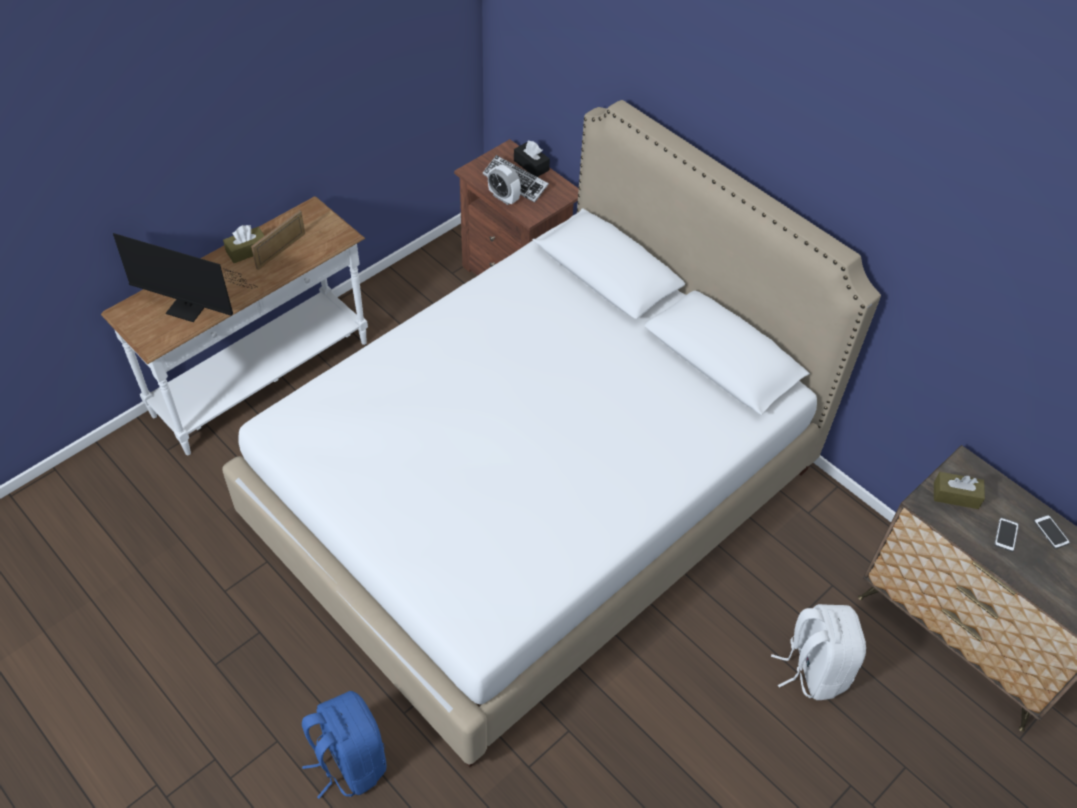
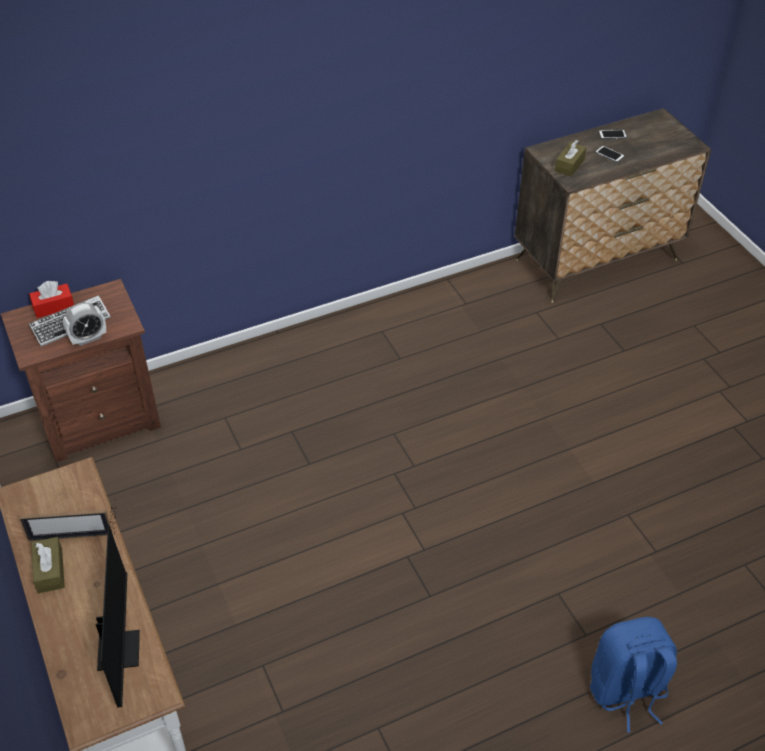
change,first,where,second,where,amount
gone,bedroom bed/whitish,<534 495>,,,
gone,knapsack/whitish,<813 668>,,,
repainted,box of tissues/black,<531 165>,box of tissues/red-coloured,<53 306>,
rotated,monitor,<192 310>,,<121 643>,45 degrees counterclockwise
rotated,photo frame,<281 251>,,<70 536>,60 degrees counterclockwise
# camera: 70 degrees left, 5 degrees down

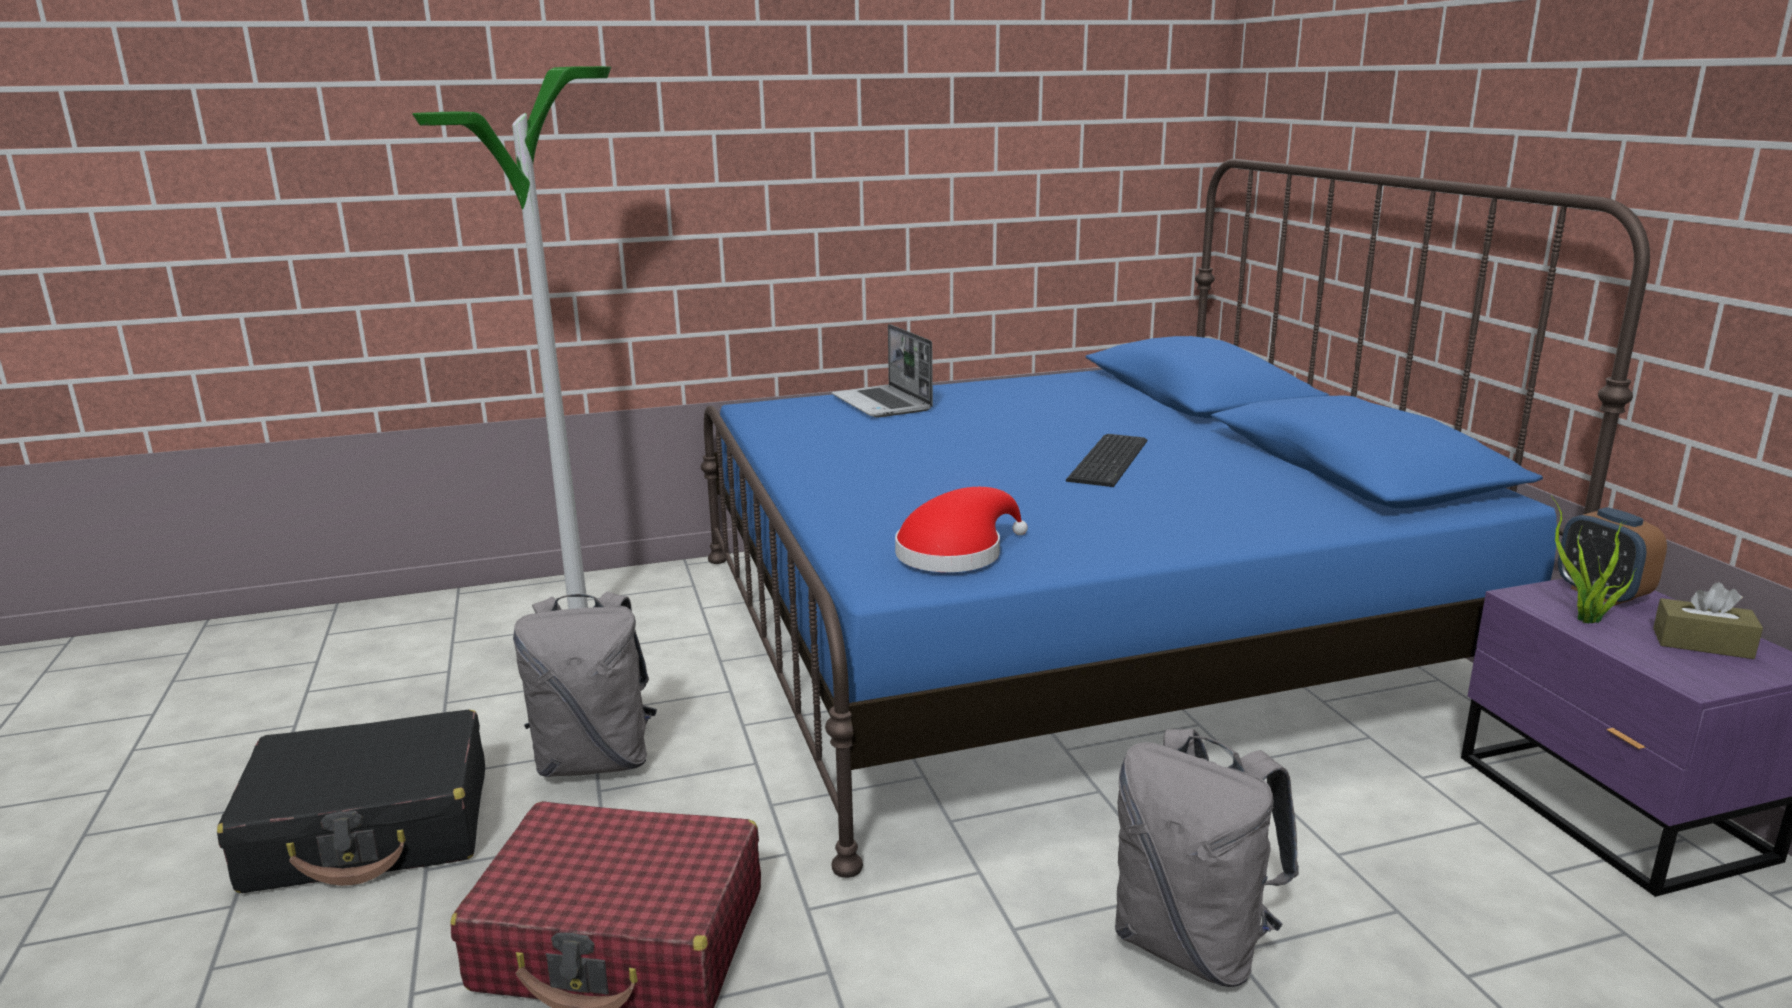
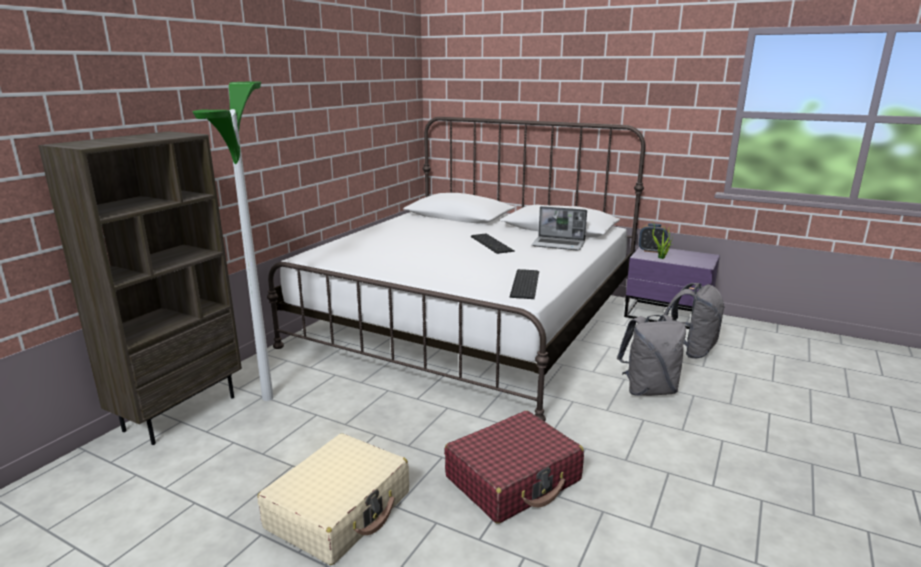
change,first,where,second,where,amount
gone,box of tissues/brown-coloured,<1702 643>,,,
new,,,bookcase/brown-coloured,<180 412>,
shifted,knapsack/grey,<595 761>,,<690 351>,
shifted,portable computer,<883 404>,,<559 244>,
swapped,clothing hat/red-coloured,<955 553>,keyboard,<523 284>,
repainted,suitcase/black,<371 829>,suitcase/sand-coloured,<339 510>,
repainted,bedroom bed/blue-coloured,<1068 630>,bedroom bed/whitish,<468 322>,
# camera: 45 degrees left, 0 degrees up

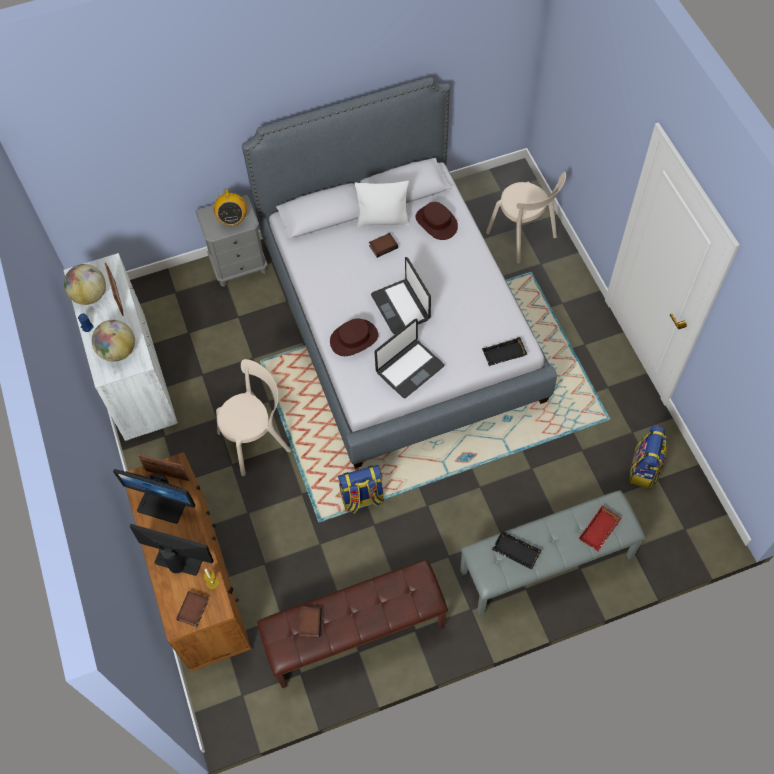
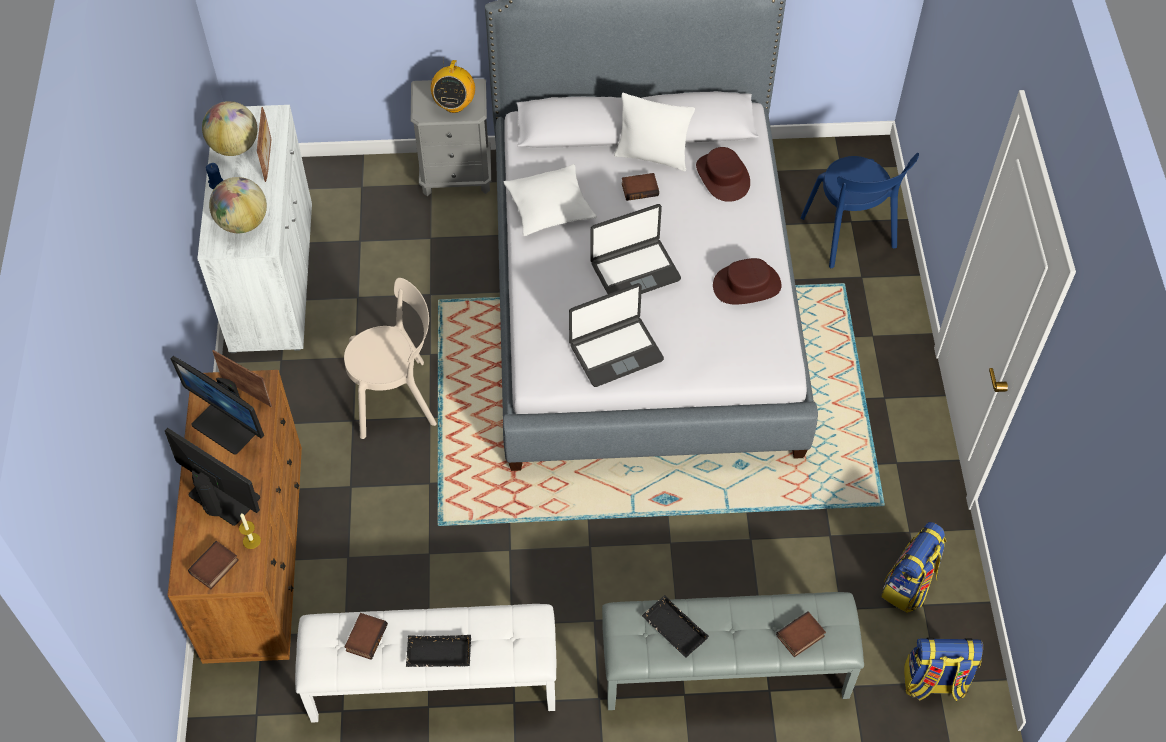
change,first,where,second,where,amount
new,,,throw pillow/whitish,<549 207>,
shifted,clothing hat/brown-coloured,<354 339>,,<747 286>,
shifted,knapsack,<362 499>,,<934 682>,
shifted,serving tray/black,<504 355>,,<438 655>,
swapped,serving tray/red-coloured,<600 531>,volume,<800 637>,
repainted,indoor bench/brown-coloured,<355 634>,indoor bench/whitish,<433 683>,
repainted,plain chair/sand-coloured,<523 237>,plain chair/blue-coloured,<850 236>,
rotated,portable computer,<401 307>,,<634 270>,105 degrees counterclockwise
# camera: 15 degrees right, 5 degrees down

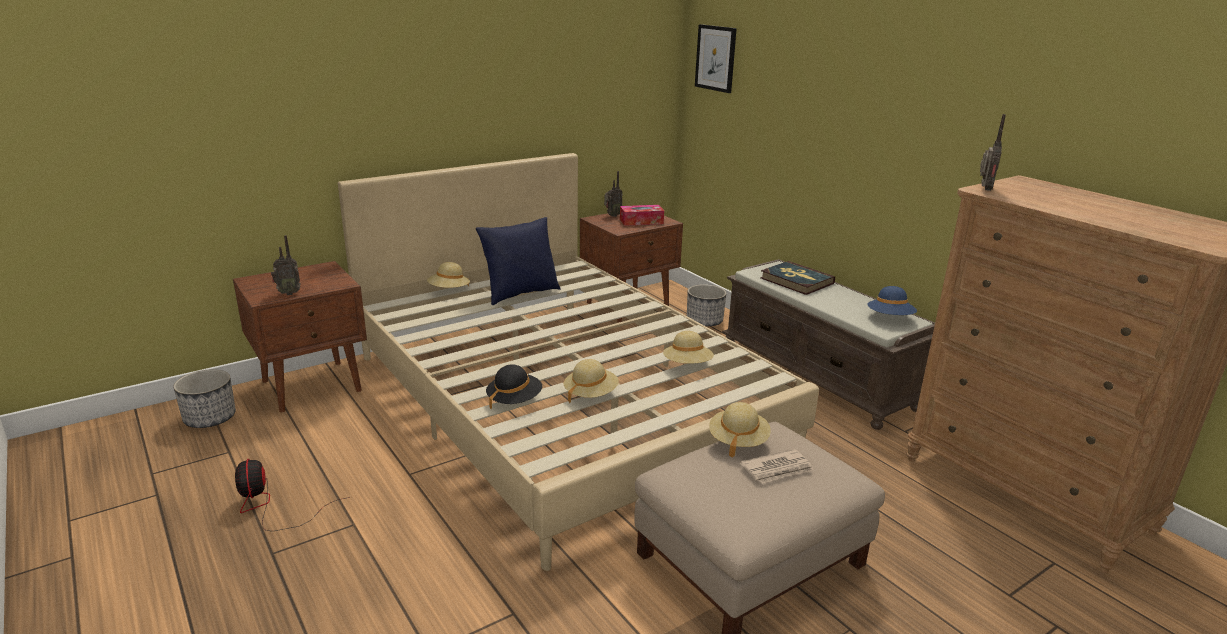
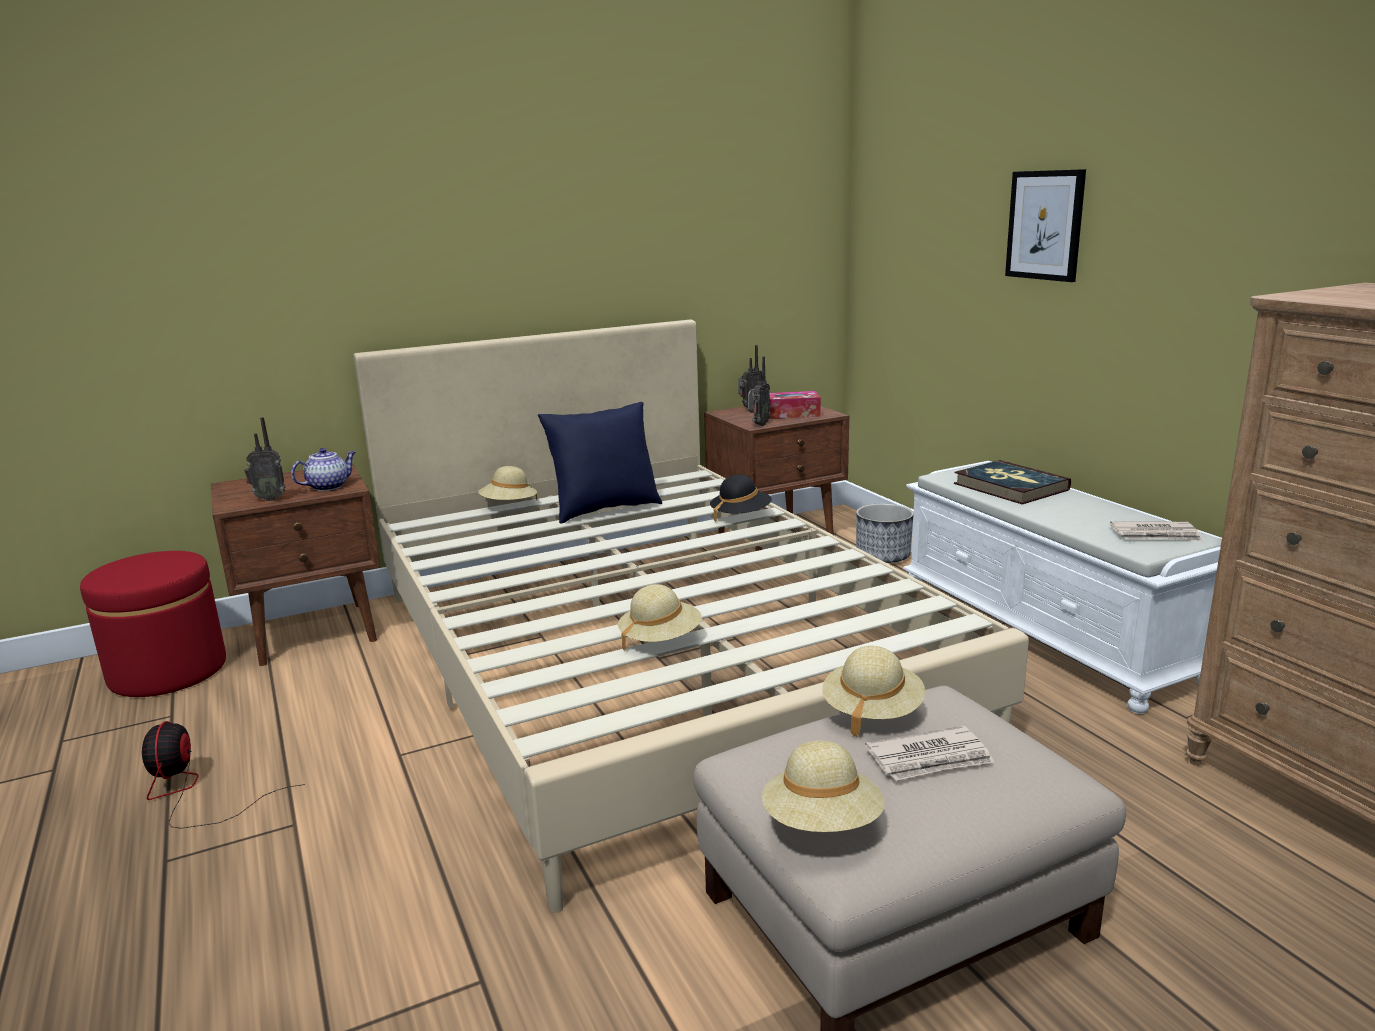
change,first,where,second,where,amount
new,,,pot for tea,<328 486>,
shifted,clothing hat/black,<514 400>,,<740 516>,
shifted,clothing hat/sand-coloured,<687 365>,,<822 824>,
shifted,wall picture,<715 58>,,<1045 225>,
shifted,radio receiver,<984 189>,,<758 425>,
swapped,plant pot,<210 418>,footrest/red-coloured,<168 671>,
swapped,clothing hat/blue-coloured,<890 318>,daily paper,<1155 535>,
repainted,indoor bench/brown-coloured,<818 375>,indoor bench/whitish,<1048 632>,
# camera: 10 degrees right, 5 degrees down

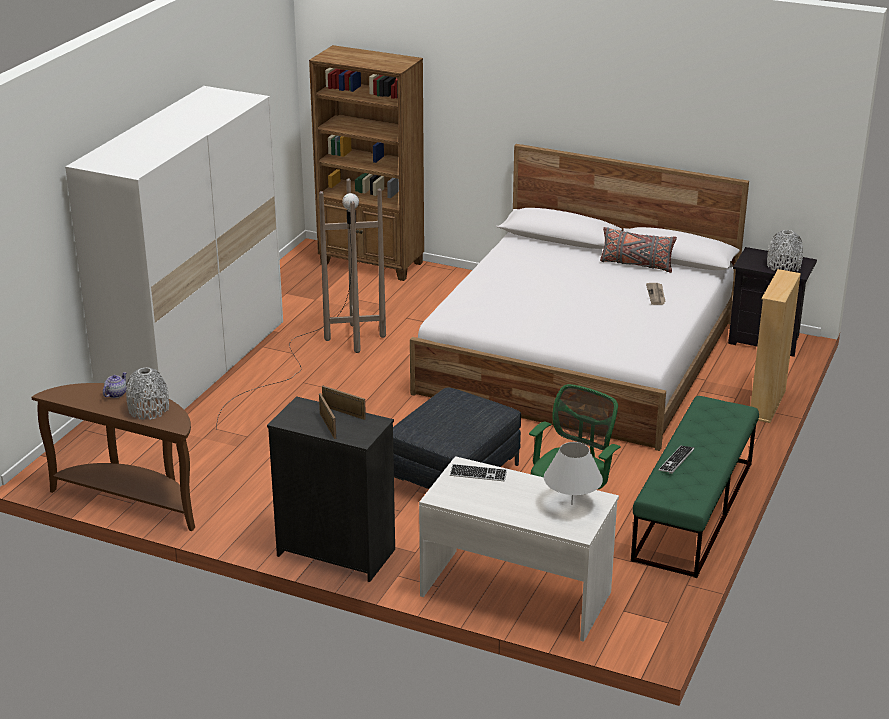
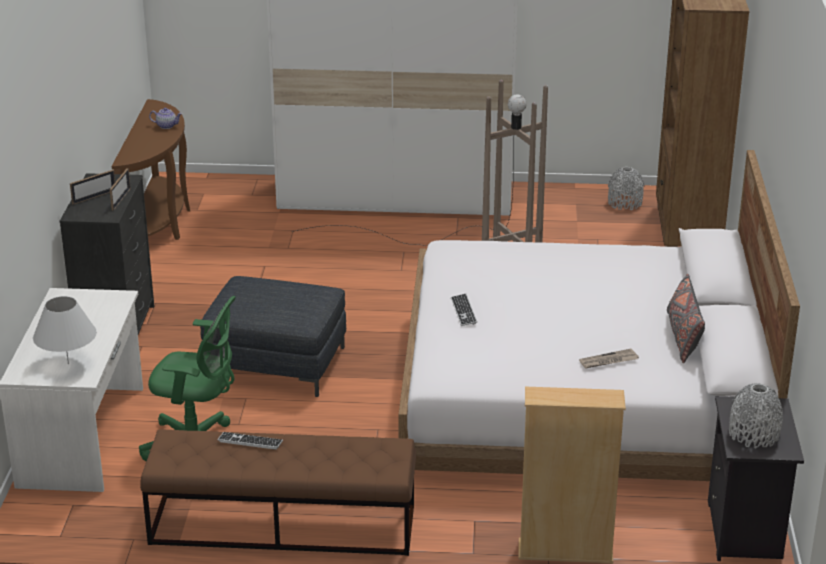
change,first,where,second,where,amount
shifted,decorative vase/grey,<148 409>,,<624 203>,
shifted,keyboard,<478 474>,,<463 311>,
repainted,indoor bench/green-coloured,<693 510>,indoor bench/brown-coloured,<282 525>,
# camera: 70 degrees right, 0 degrees up

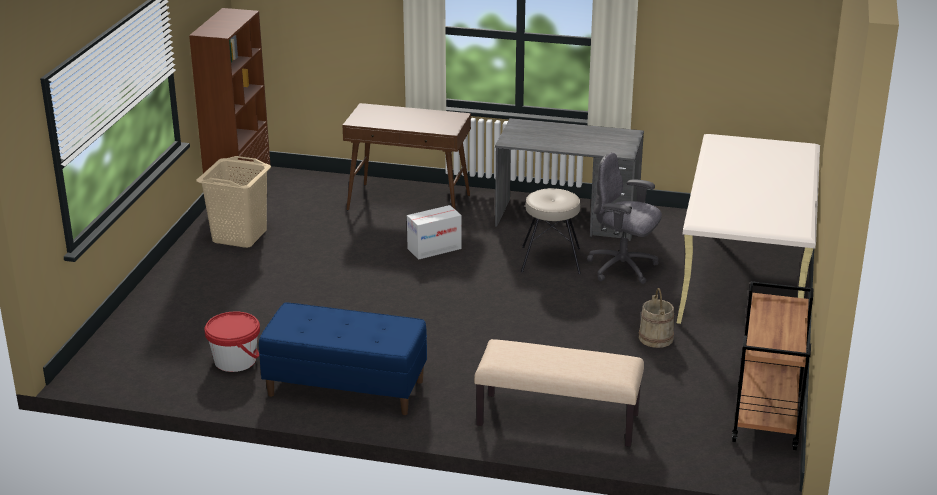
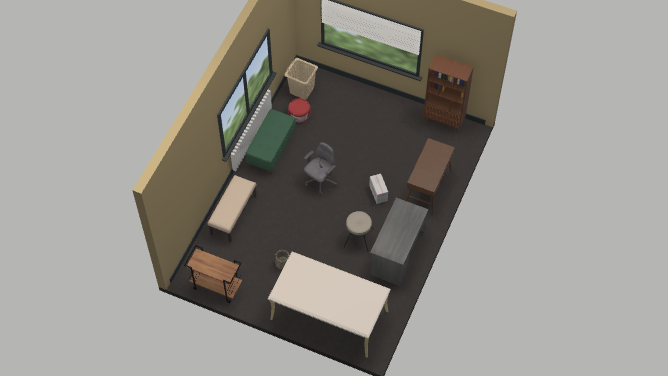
change,first,where,second,where,amount
shifted,washing basket/sand-coloured,<240 236>,,<302 90>,
shifted,office chair/grey,<623 268>,,<320 181>,
repainted,indoor bench/blue-coloured,<345 388>,indoor bench/green-coloured,<271 149>,
# camera: 100 degrees right, 30 degrees up

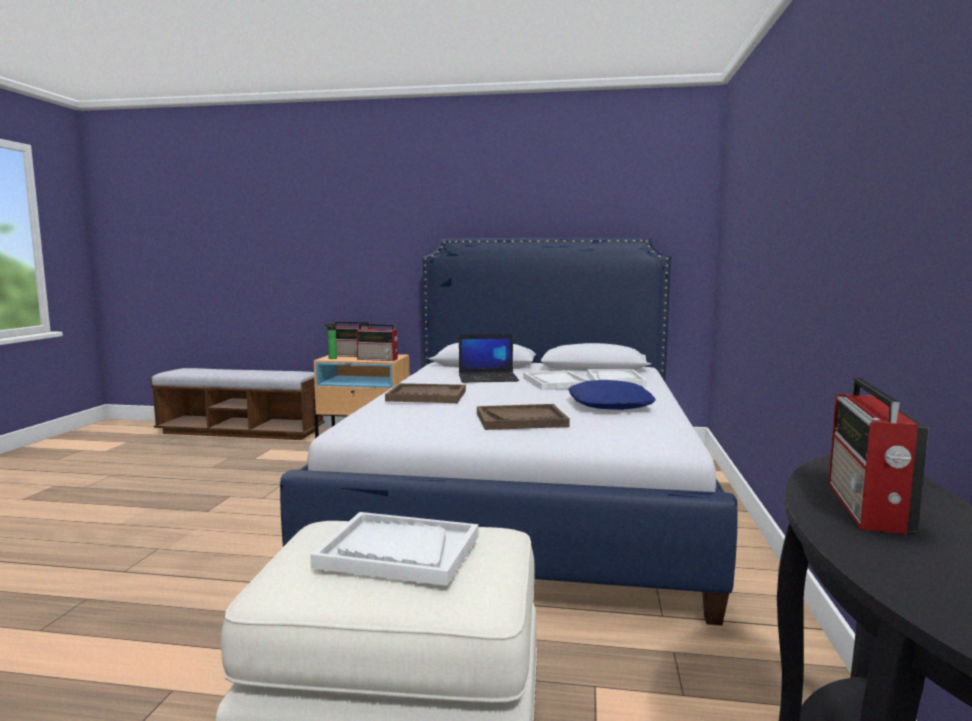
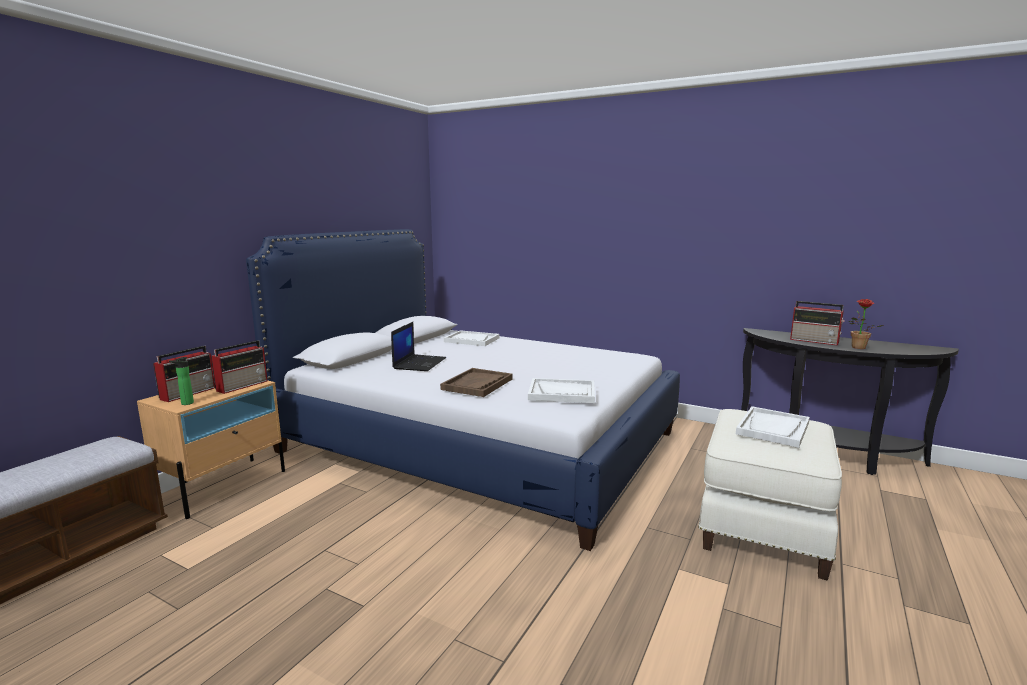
change,first,where,second,where,amount
gone,serving tray/brown-coloured,<521 420>,,,
gone,throw pillow/blue-coloured,<610 405>,,,
new,,,houseplant,<858 348>,
shifted,serving tray/whitish,<555 383>,,<562 393>,
# camera: 70 degrees left, 5 degrees up

